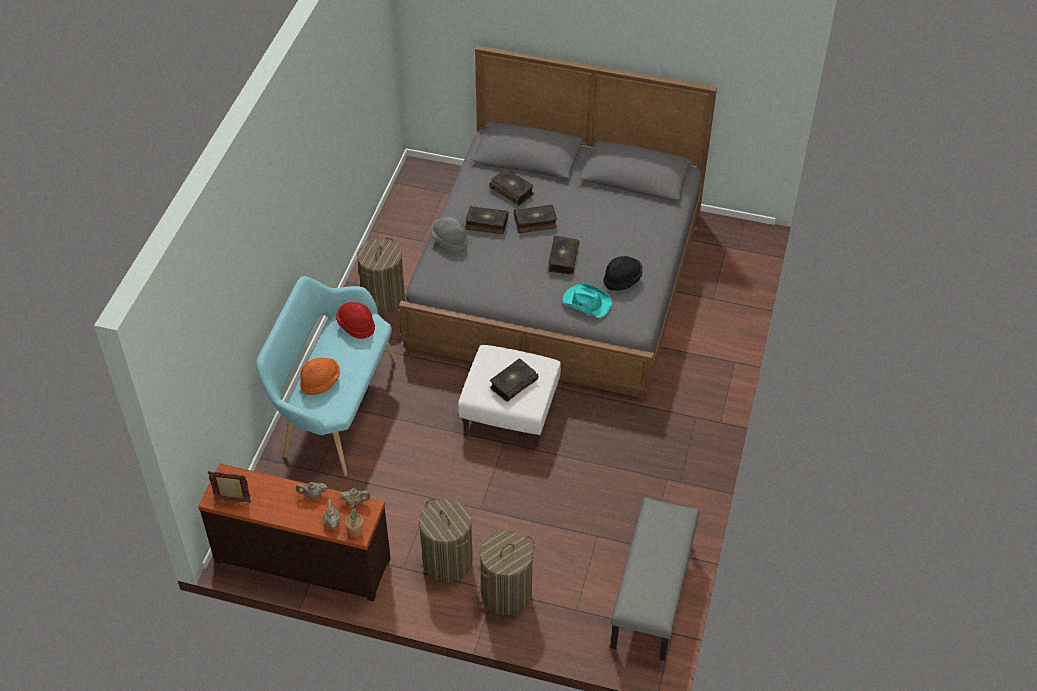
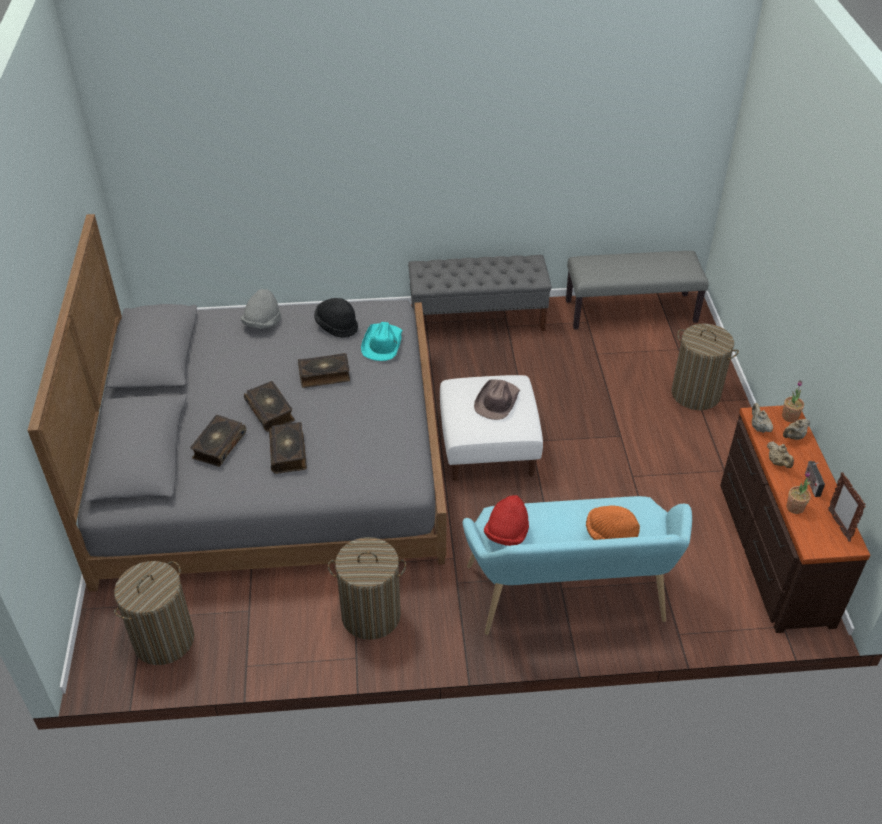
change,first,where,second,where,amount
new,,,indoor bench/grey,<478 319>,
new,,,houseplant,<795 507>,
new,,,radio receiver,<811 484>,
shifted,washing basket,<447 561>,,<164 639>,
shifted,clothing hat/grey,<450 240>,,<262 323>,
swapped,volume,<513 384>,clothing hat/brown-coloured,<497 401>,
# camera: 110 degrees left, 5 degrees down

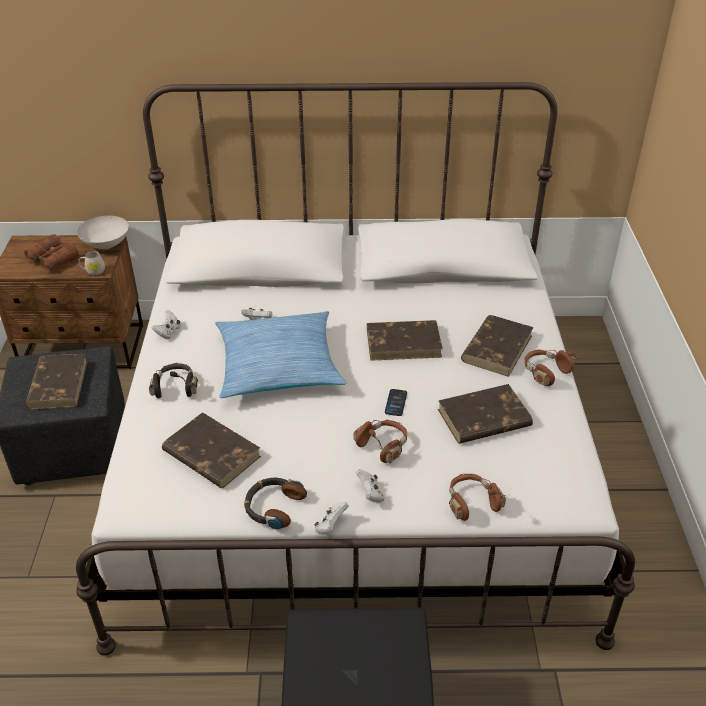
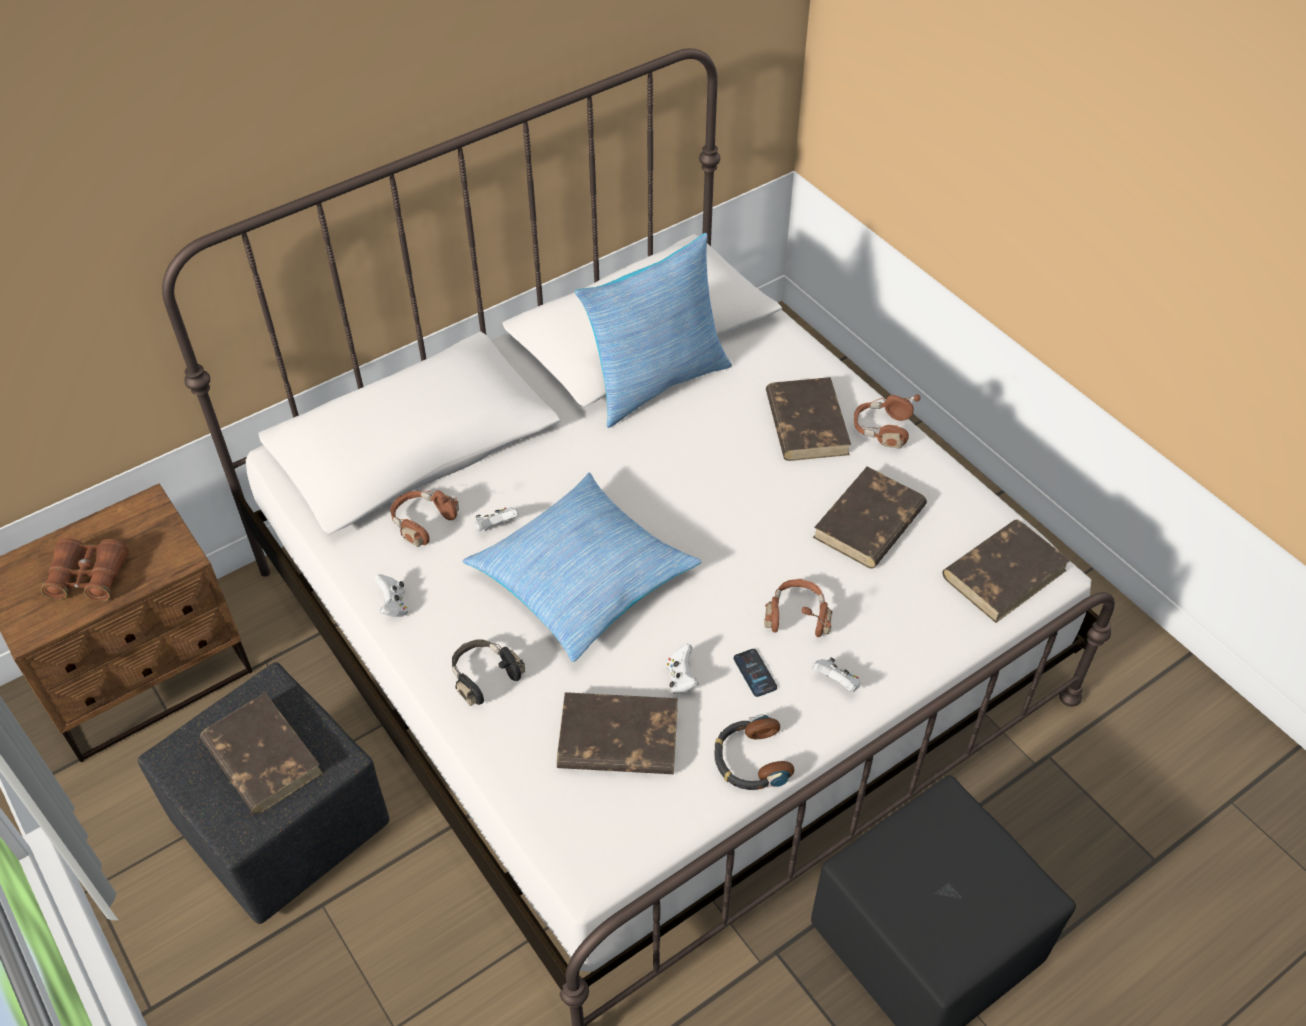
change,first,where,second,where,amount
gone,serving bowl/whitish,<107 244>,,,
gone,tea mug/whitish,<93 271>,,,
new,,,throw pillow,<655 381>,
shifted,joypad/whitish,<330 526>,,<681 678>,
shifted,volume/brown-coloured,<404 343>,,<1004 573>,
shifted,telephone,<396 403>,,<755 673>,
shifted,pair of headphones/brown-coloured,<472 503>,,<423 523>,
# camera: 35 degrees left, 10 degrees up

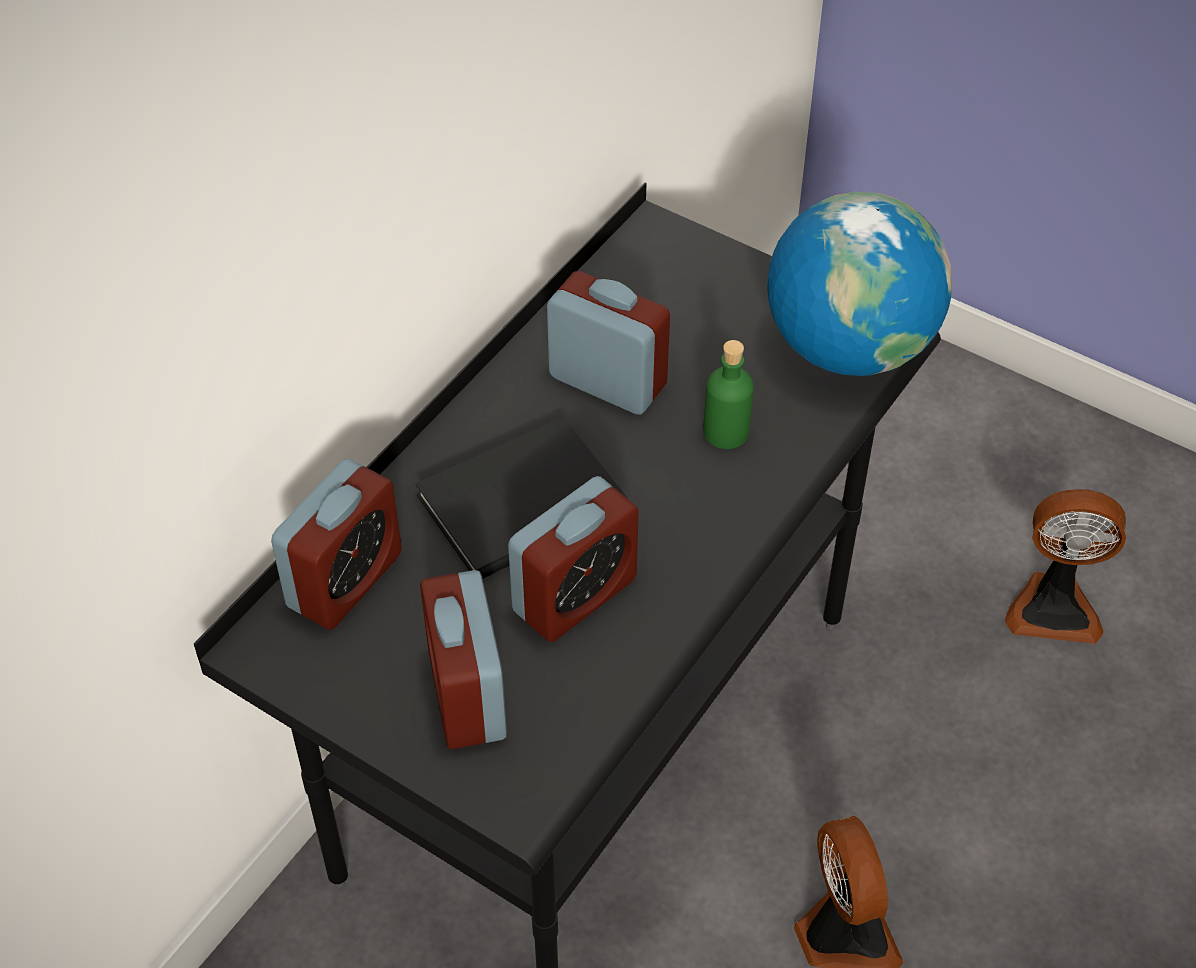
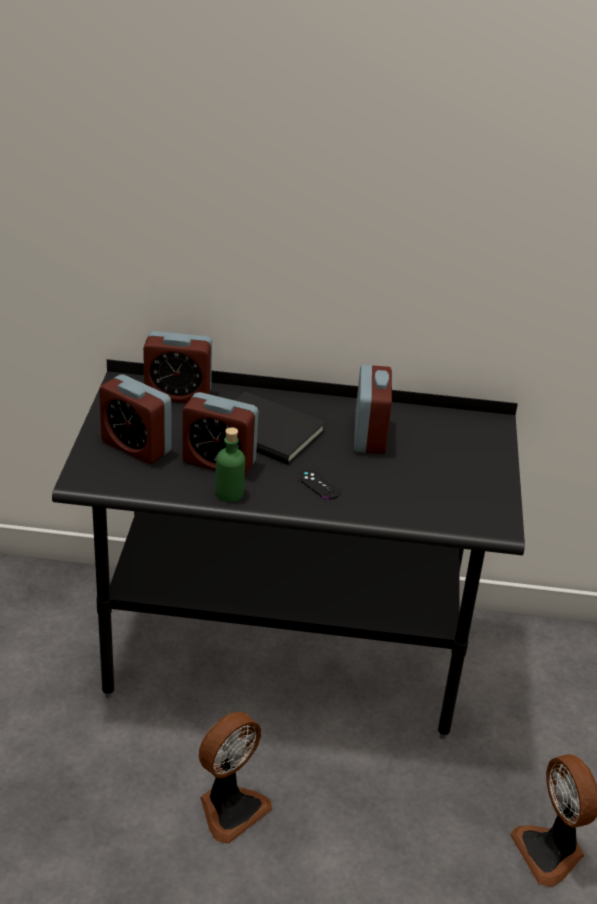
change,first,where,second,where,amount
gone,world globe,<849 347>,,,
new,,,joypad/black,<319 484>,
shifted,drink bottle/green-coloured,<726 432>,,<229 493>,
rotated,table clock,<467 695>,,<136 446>,105 degrees counterclockwise
# camera: 60 degrees right, 15 degrees down

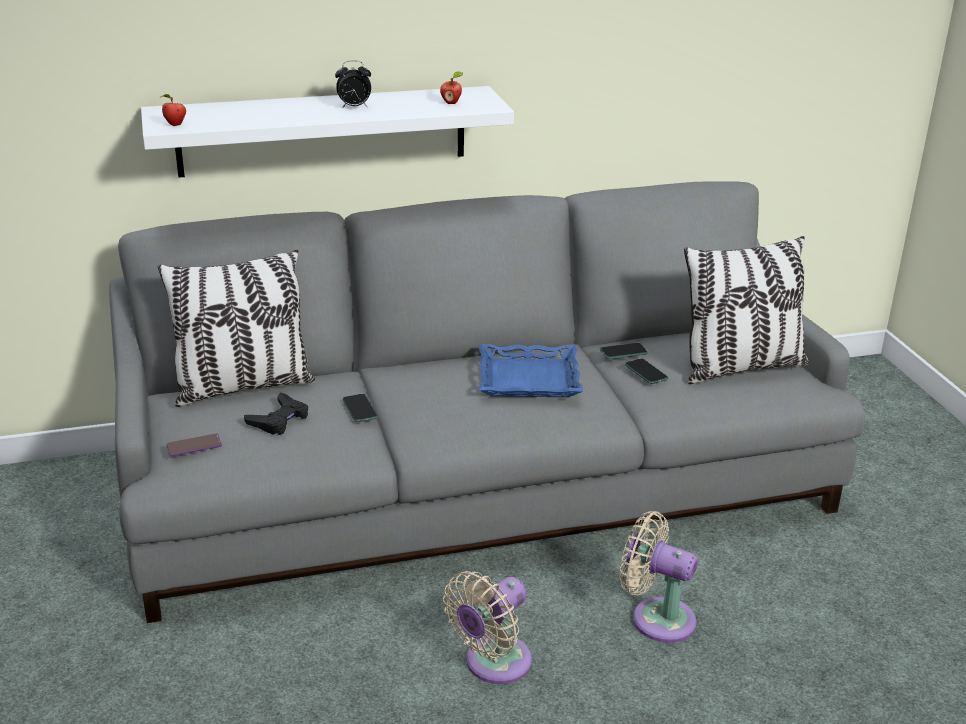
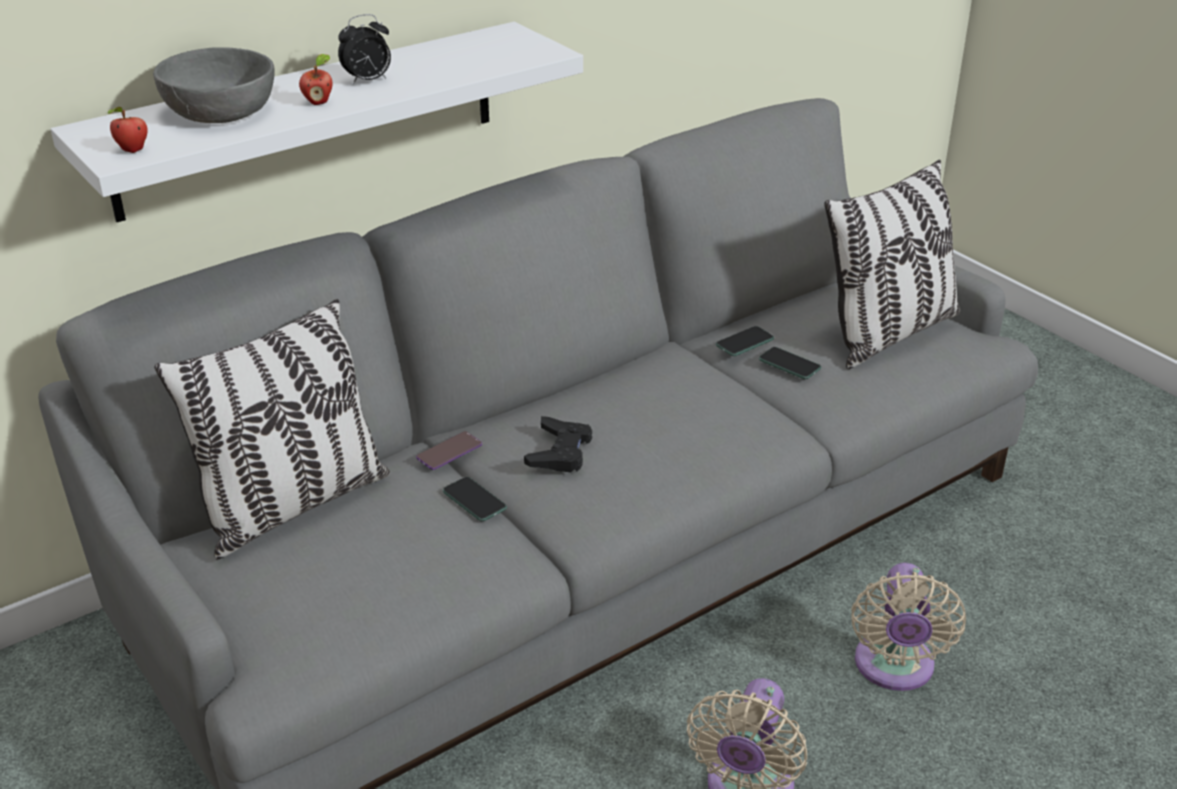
change,first,where,second,where,amount
gone,serving tray/blue-coloured,<528 379>,,,
new,,,serving bowl/grey,<221 111>,
shifted,telephone,<194 446>,,<449 451>,
shifted,joypad/black,<279 420>,,<560 451>,
shifted,apple fruit,<451 103>,,<319 102>,
rotated,cooling fan/sand-coloured,<656 618>,,<894 669>,90 degrees counterclockwise
# camera: 20 degrees left, 5 degrees up

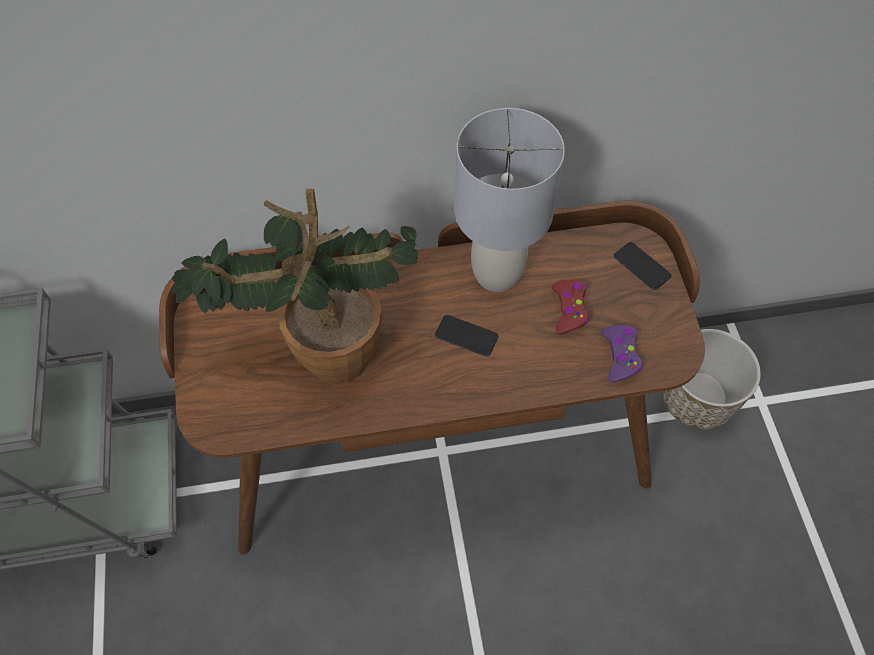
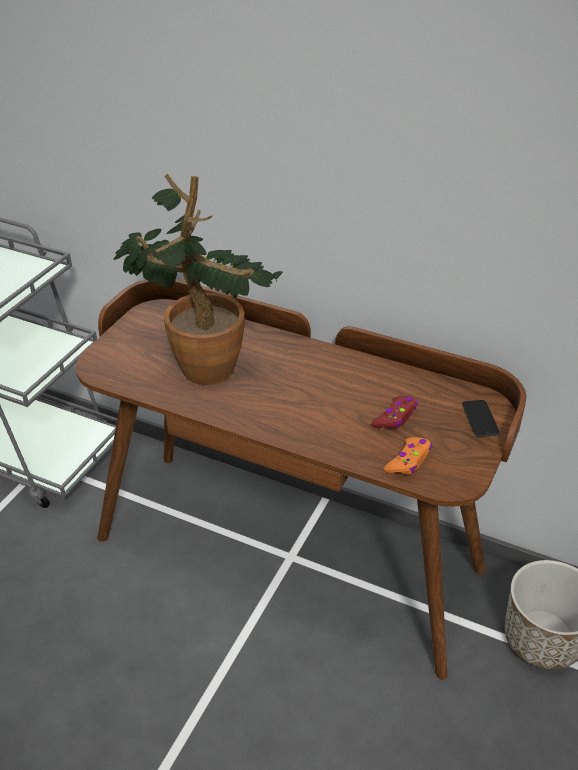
change,first,where,second,where,amount
gone,telephone,<466 336>,,,
gone,table lamp/grey,<496 273>,,,
repainted,joypad/purple-coloured,<620 356>,joypad/orangey,<408 461>,
# camera: 35 degrees right, 20 degrees down

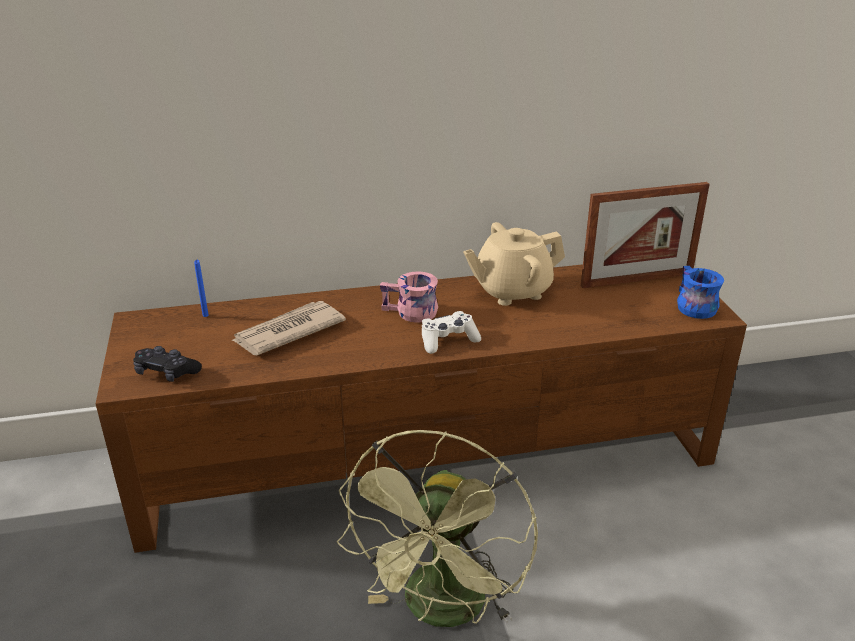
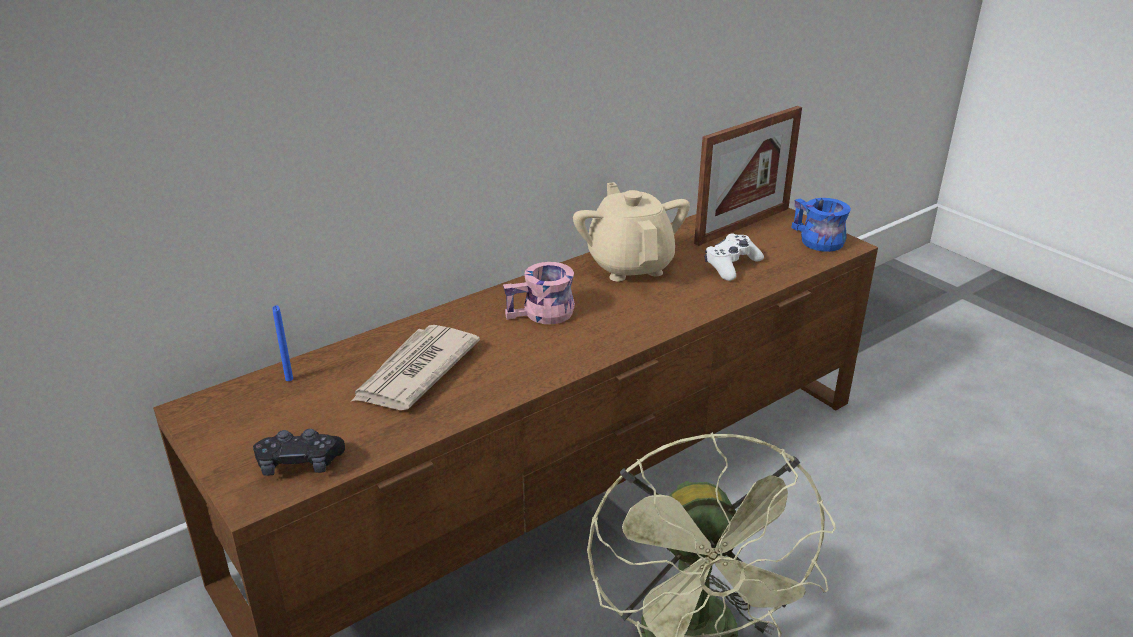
change,first,where,second,where,amount
shifted,joypad/whitish,<448 340>,,<731 265>,
rotated,pot for tea/sand-coloured,<511 291>,,<630 265>,120 degrees clockwise
# camera: 25 degrees left, 0 degrees up

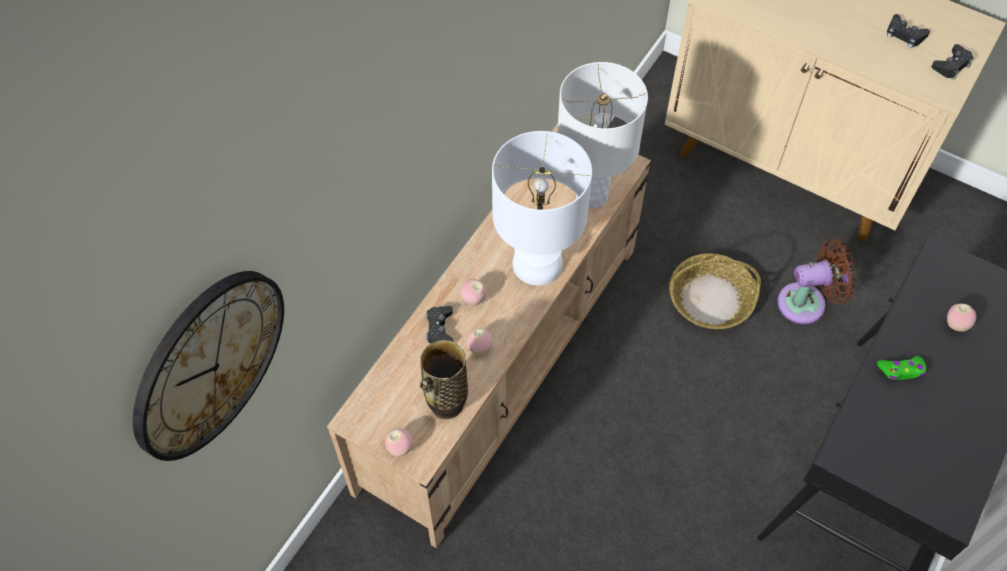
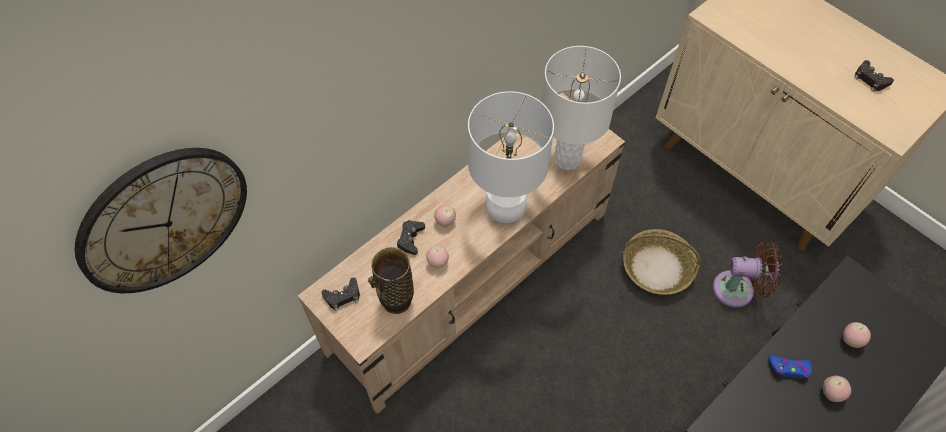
change,first,where,second,where,amount
shifted,apple fruit,<400 448>,,<831 393>,
shifted,joypad/black,<951 65>,,<343 296>,
repainted,joypad/green-coloured,<901 370>,joypad/blue-coloured,<789 368>,
# camera: 15 degrees right, 0 degrees up

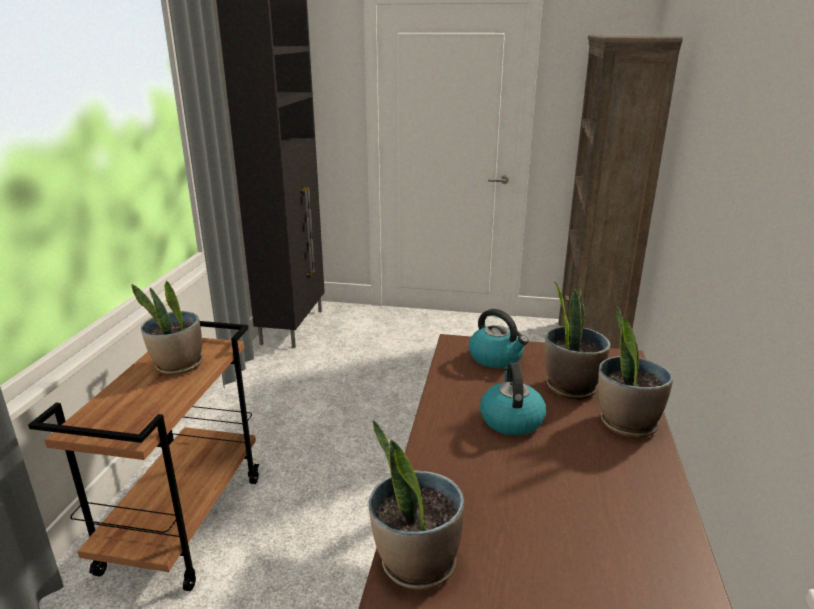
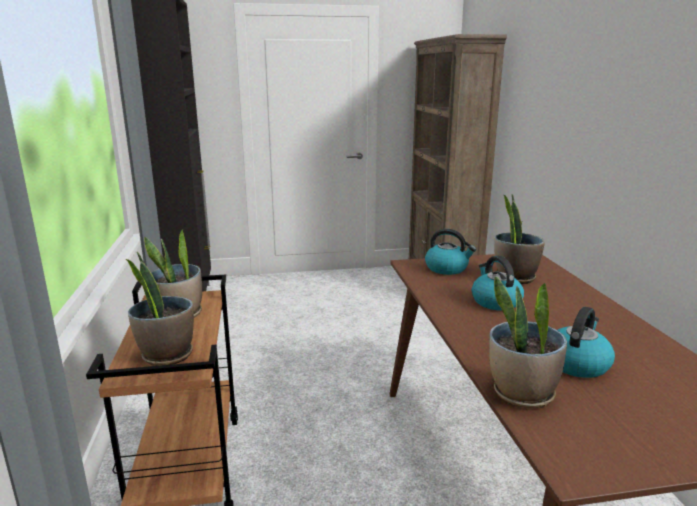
change,first,where,second,where,amount
new,,,tea kettle,<576 363>,
shifted,houseplant,<626 423>,,<166 355>,
# camera: 20 degrees left, 5 degrees down

